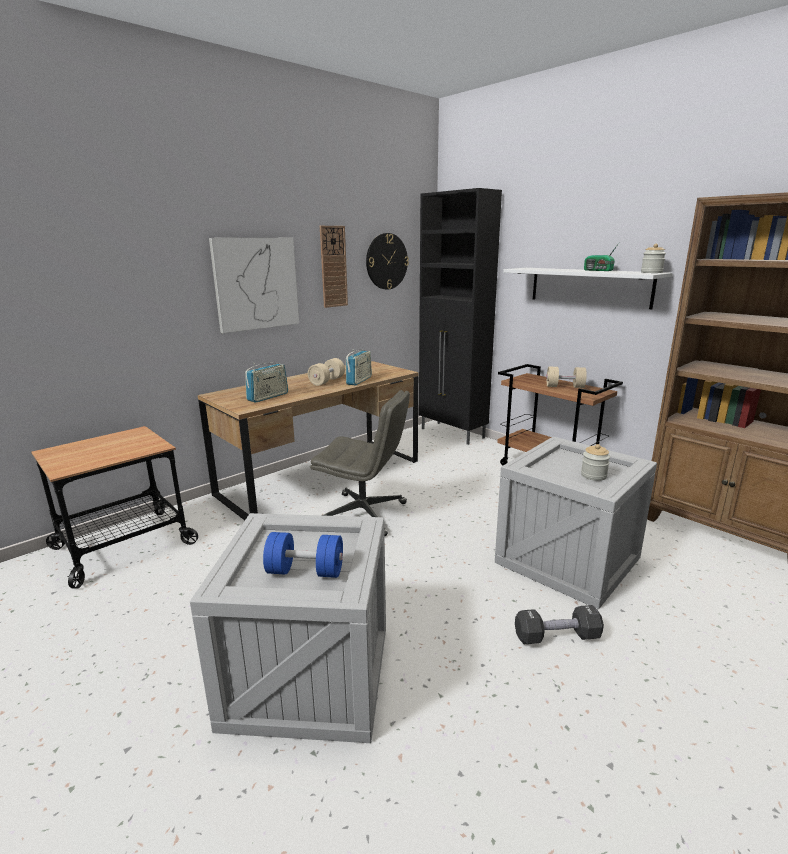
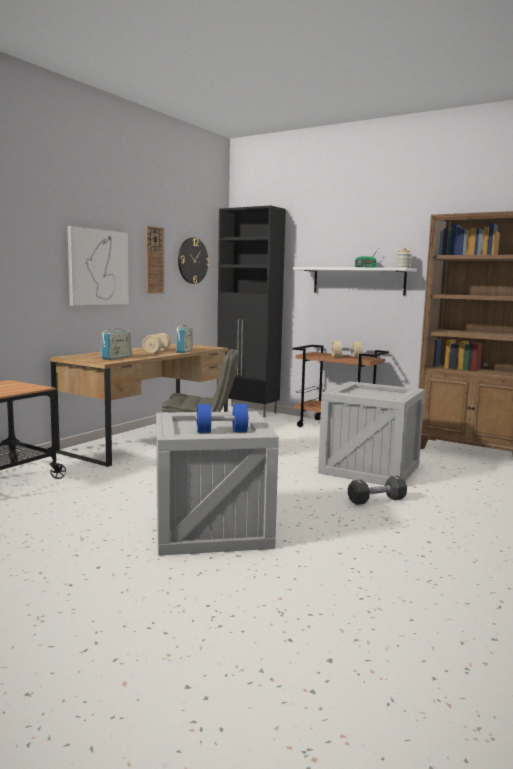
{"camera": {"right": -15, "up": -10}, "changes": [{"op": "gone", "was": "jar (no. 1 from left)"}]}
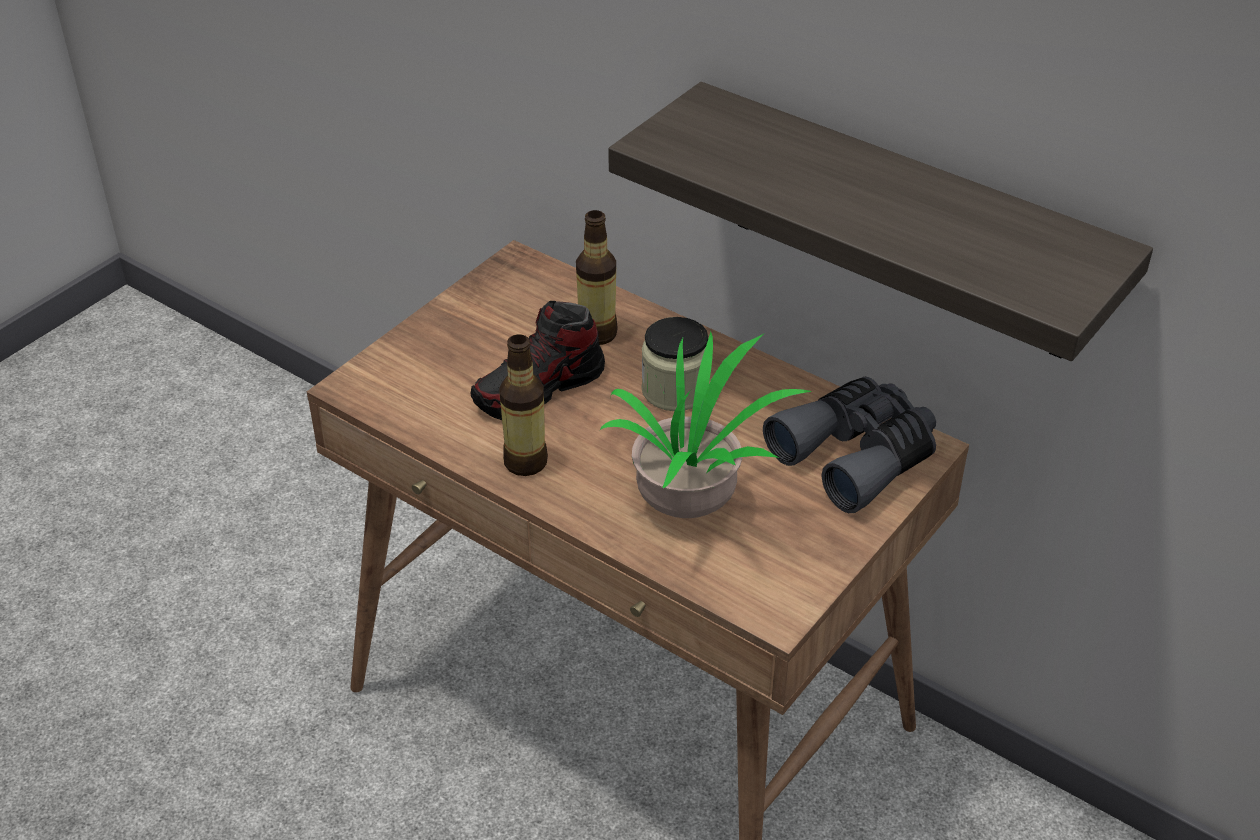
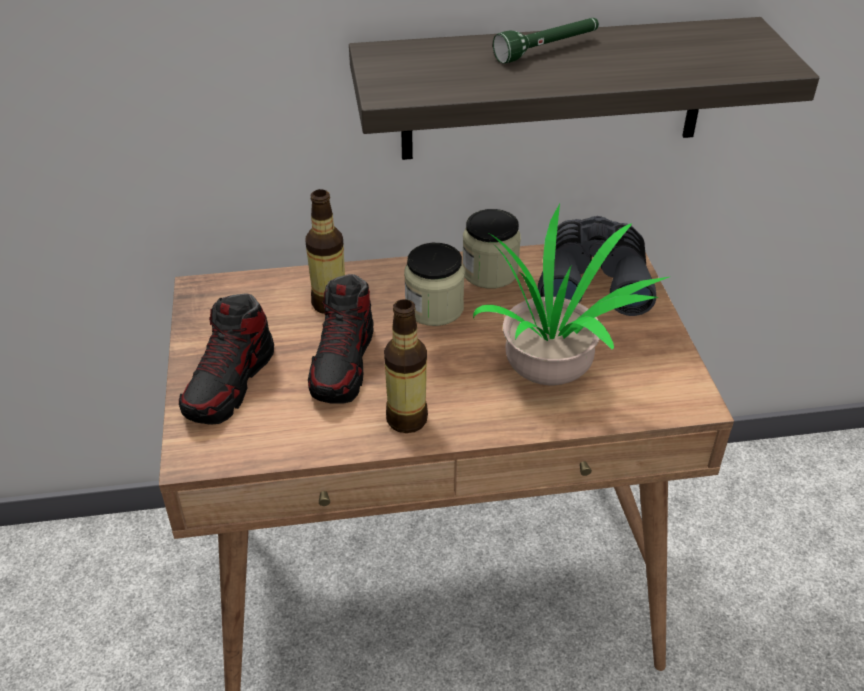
{"camera": {"right": -45, "up": 0}, "changes": [{"op": "new", "now": "shoe (no. 1 from left)"}, {"op": "new", "now": "jar (no. 2 from left)"}, {"op": "new", "now": "green flashlight"}]}
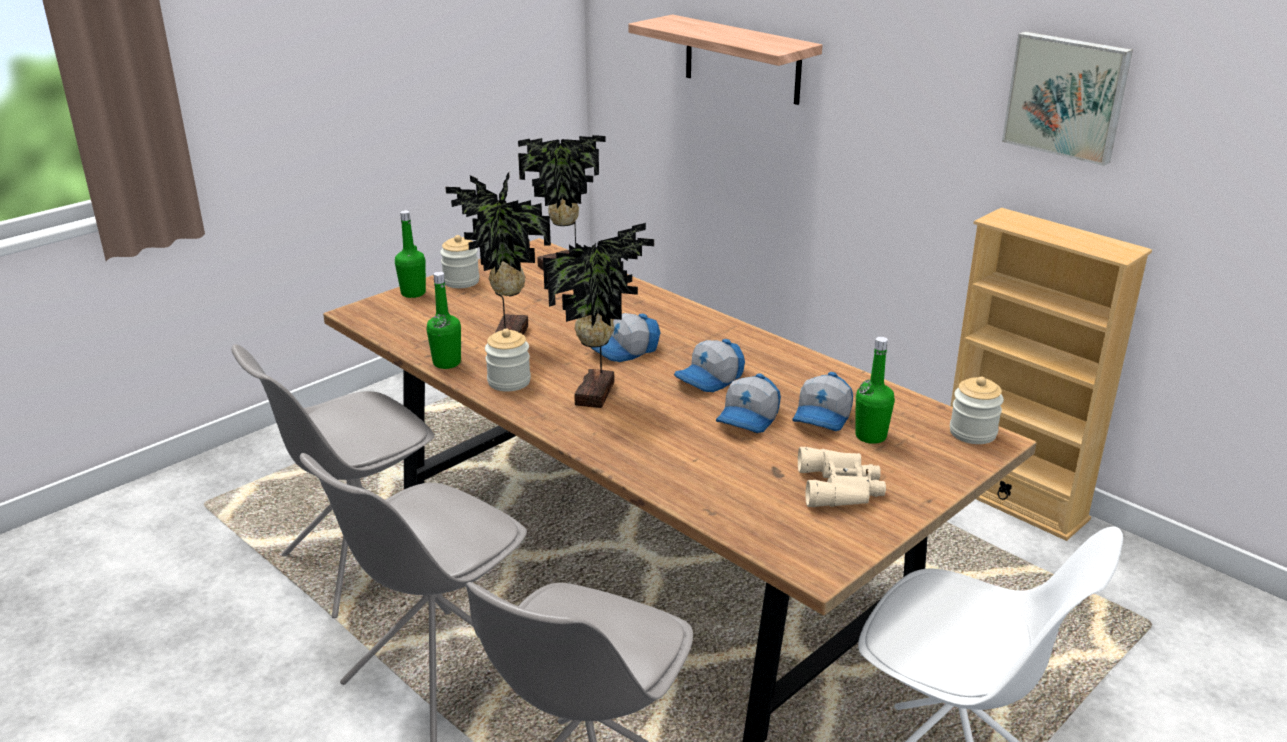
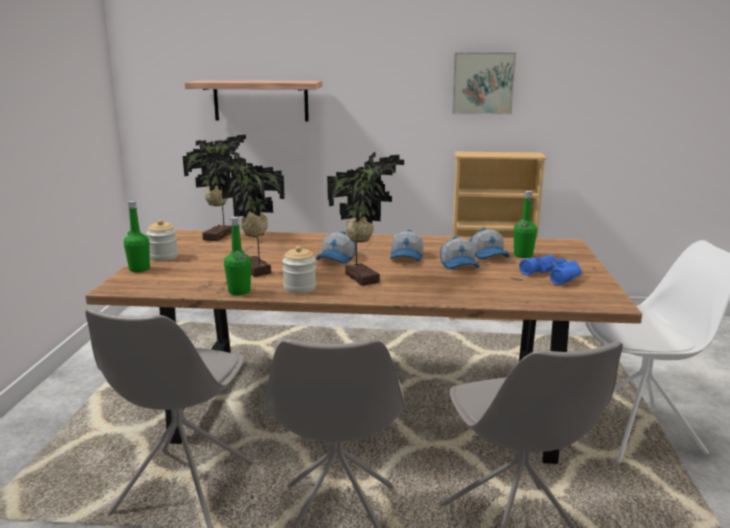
{"camera": {"right": -40, "up": -10}, "changes": [{"op": "gone", "was": "jar (no. 3 from left)"}, {"op": "repainted", "was": "beige binoculars", "now": "blue binoculars"}]}
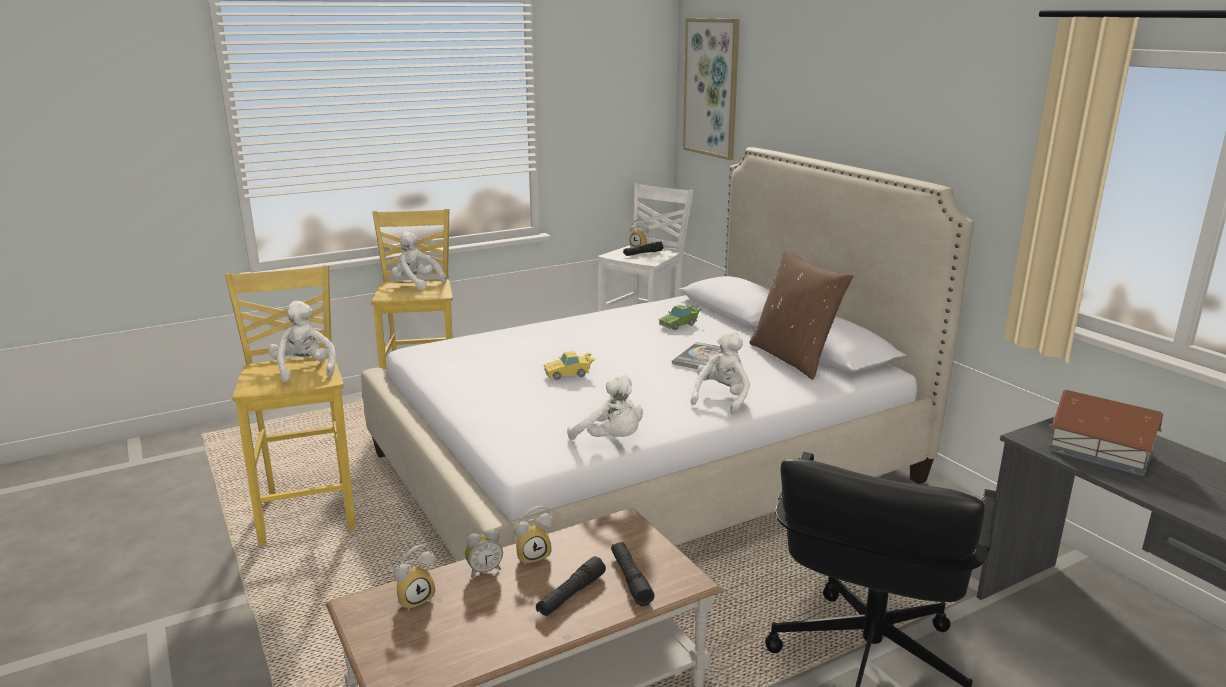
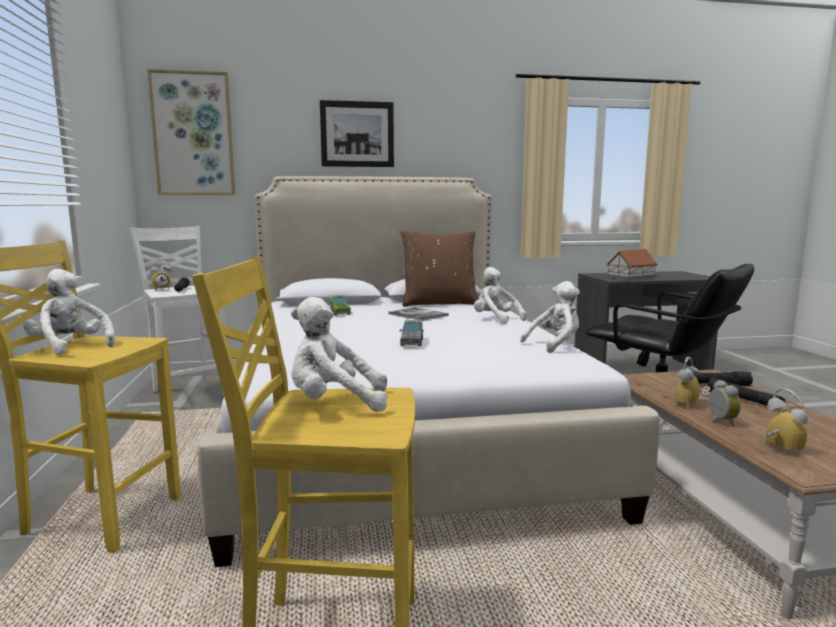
{"camera": {"right": -70, "up": -10}, "changes": [{"op": "new", "now": "picture (no. 2 from left)"}, {"op": "repainted", "was": "yellow toy car", "now": "grey toy car"}, {"op": "rotated", "was": "white plush toy (no. 2 from left in the first image)", "clockwise": 75}, {"op": "rotated", "was": "alarm clock (no. 3 from left in the first image)", "clockwise": -135}]}
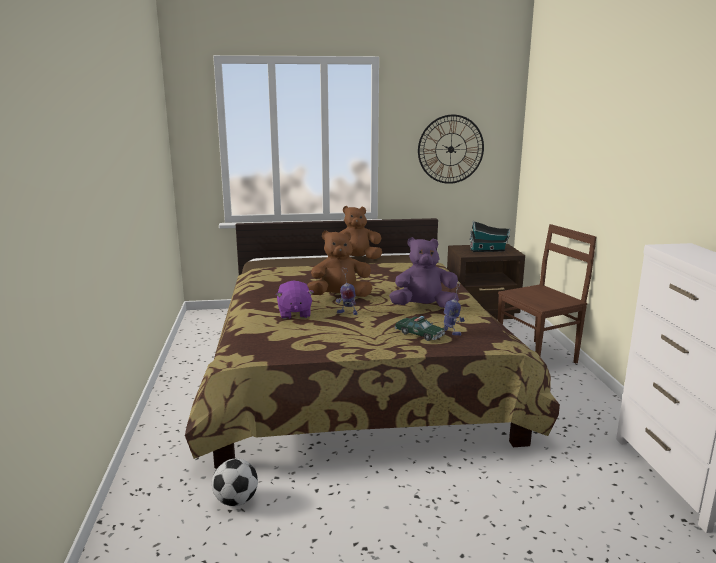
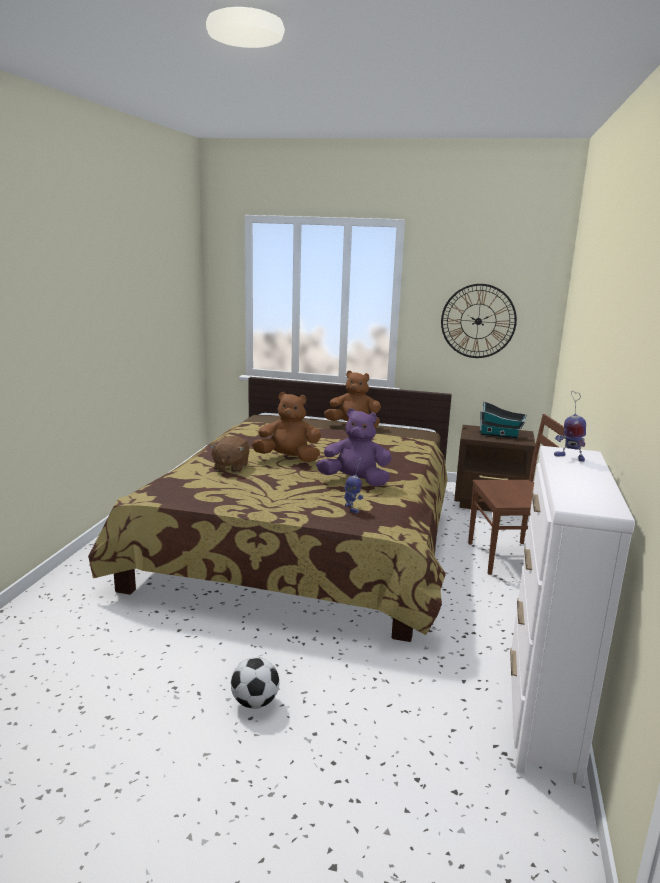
{"camera": {"right": 20, "up": 0}, "changes": [{"op": "gone", "was": "toy car"}, {"op": "shifted", "was": "football"}, {"op": "shifted", "was": "toy robot (no. 1 from left in the first image)", "now": "toy robot (no. 2 from left)"}, {"op": "repainted", "was": "purple plush toy (no. 1 from left)", "now": "brown plush toy (no. 1 from left)"}]}
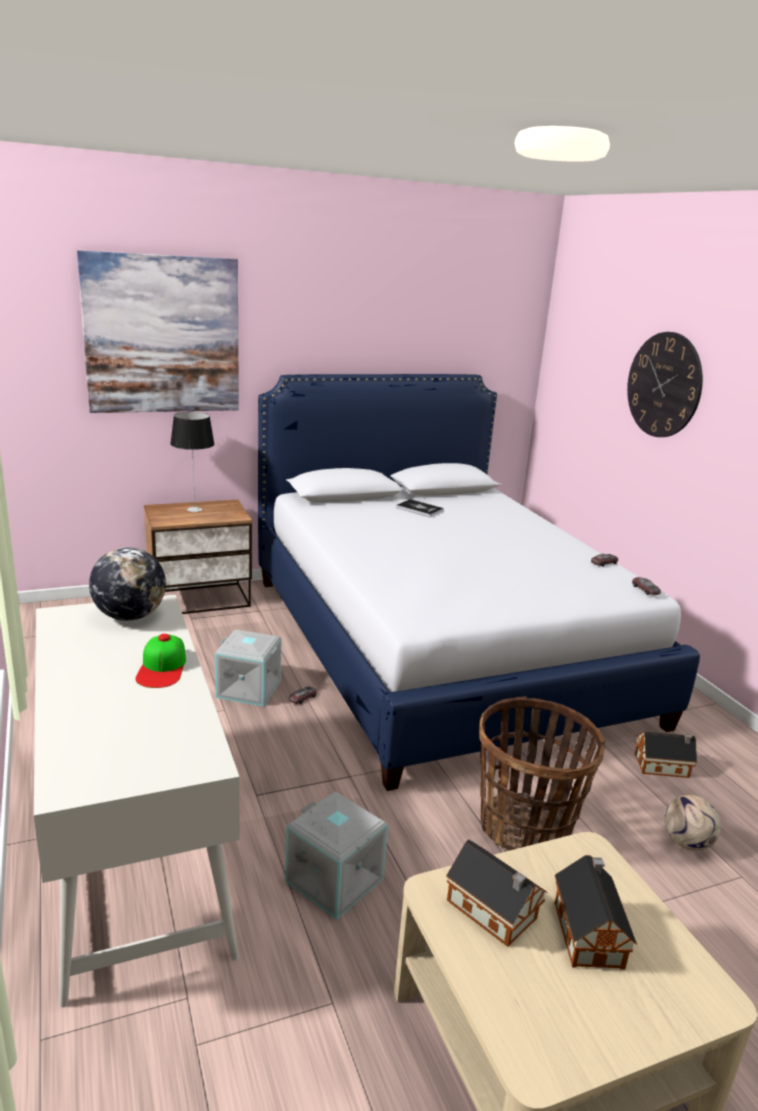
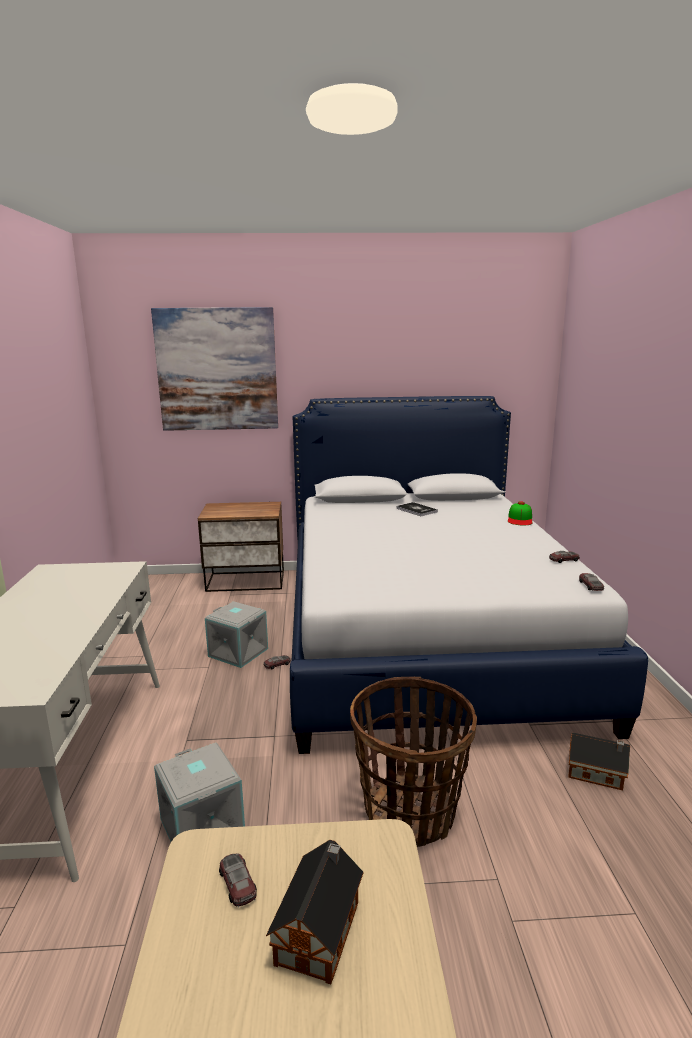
{"camera": {"right": 20, "up": -5}, "changes": [{"op": "gone", "was": "globe"}, {"op": "gone", "was": "table lamp"}, {"op": "gone", "was": "wall clock"}, {"op": "gone", "was": "football"}, {"op": "shifted", "was": "cap"}, {"op": "swapped", "was": "toy house (no. 1 from left)", "now": "toy car (no. 1 from left)"}]}
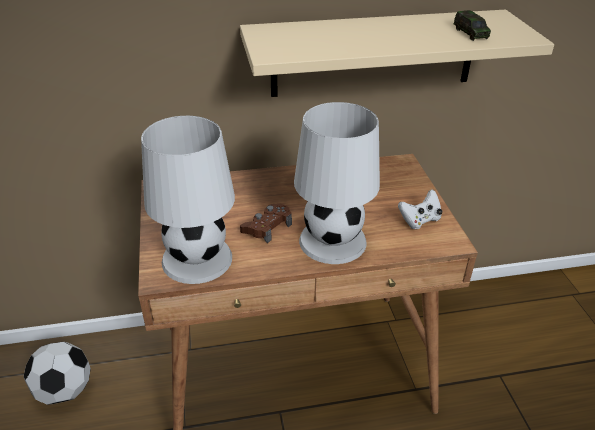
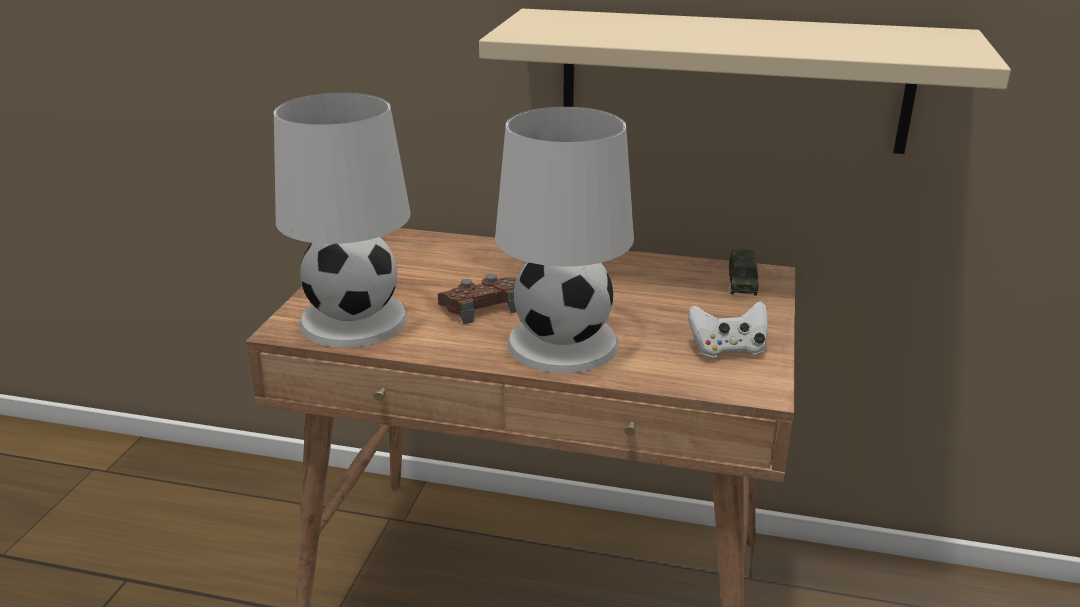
{"camera": {"right": 25, "up": -10}, "changes": [{"op": "gone", "was": "football"}, {"op": "shifted", "was": "toy car"}]}
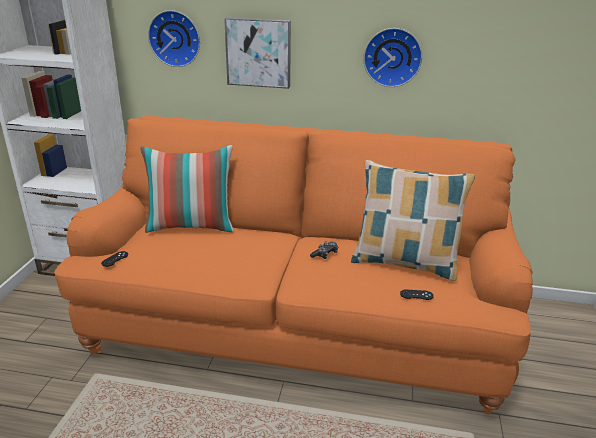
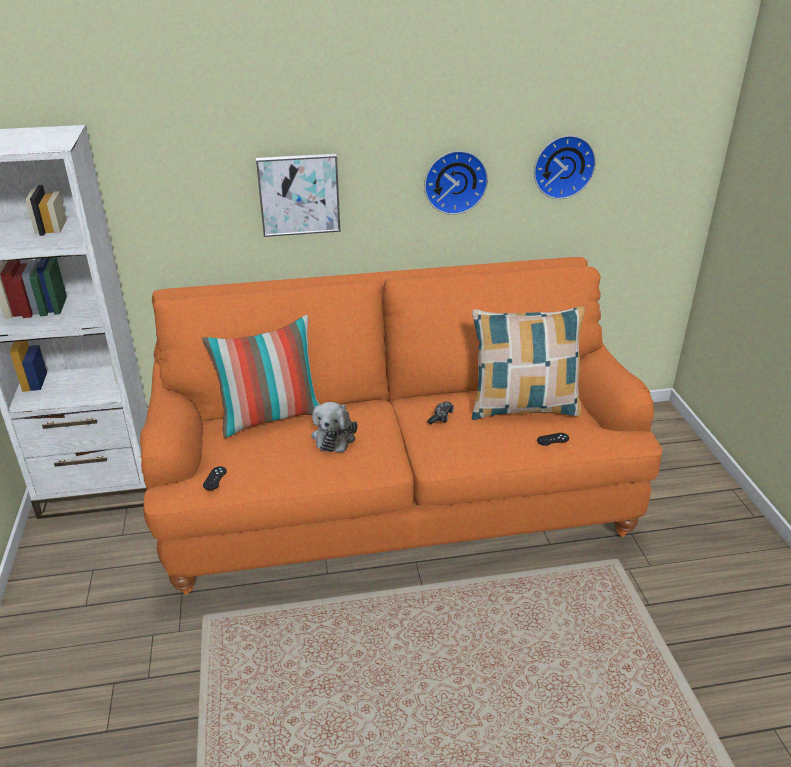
{"camera": {"right": -20, "up": 5}, "changes": [{"op": "new", "now": "plush toy"}, {"op": "shifted", "was": "wall clock (no. 1 from left in the first image)", "now": "wall clock (no. 2 from left)"}]}
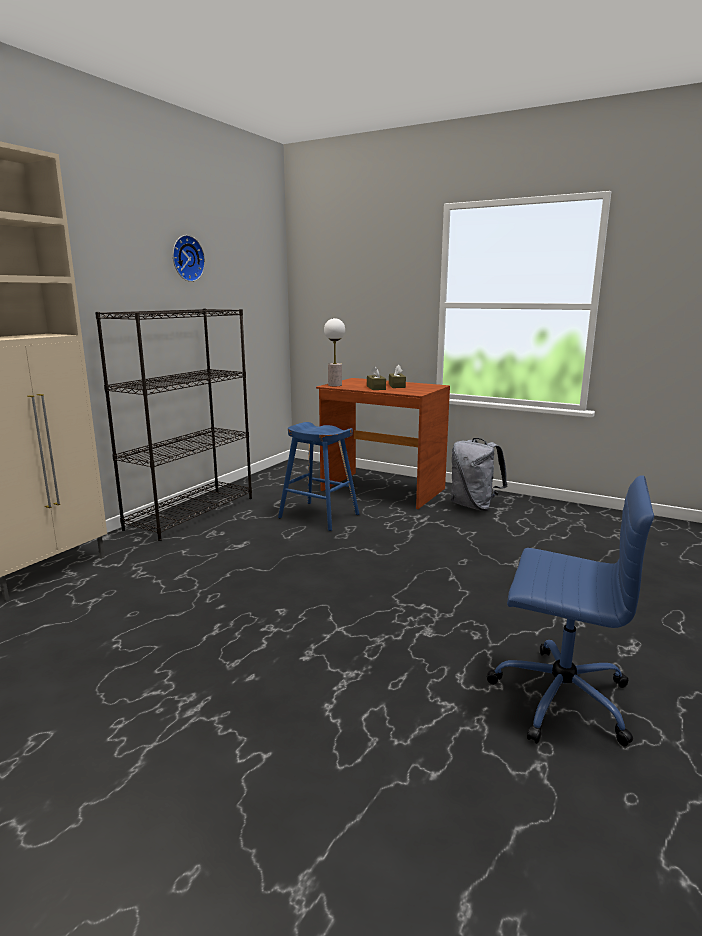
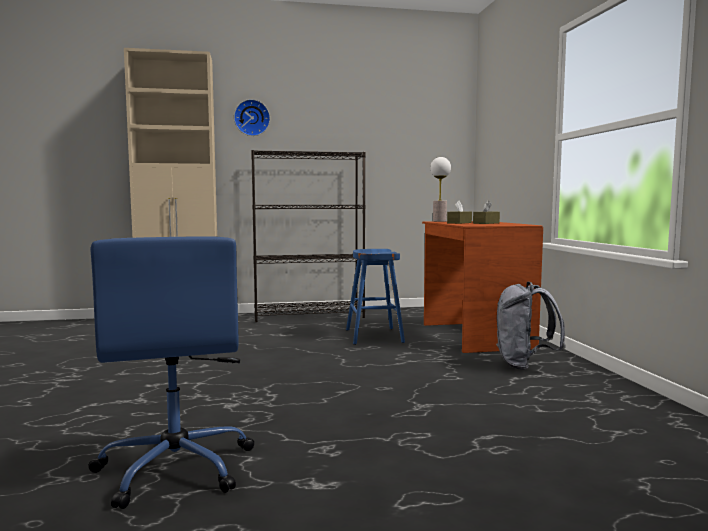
{"camera": {"right": 50, "up": -10}, "changes": [{"op": "shifted", "was": "wall clock"}]}
